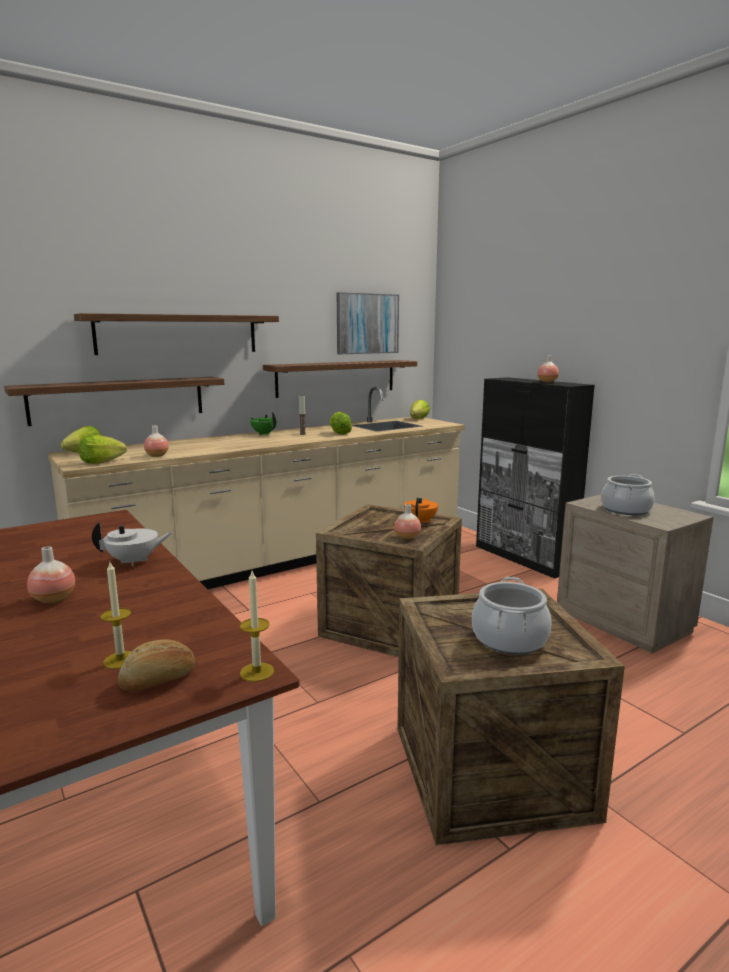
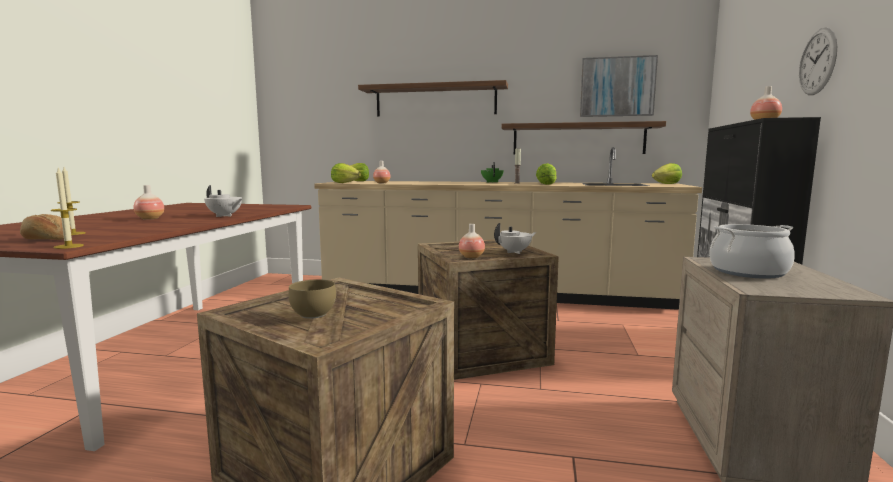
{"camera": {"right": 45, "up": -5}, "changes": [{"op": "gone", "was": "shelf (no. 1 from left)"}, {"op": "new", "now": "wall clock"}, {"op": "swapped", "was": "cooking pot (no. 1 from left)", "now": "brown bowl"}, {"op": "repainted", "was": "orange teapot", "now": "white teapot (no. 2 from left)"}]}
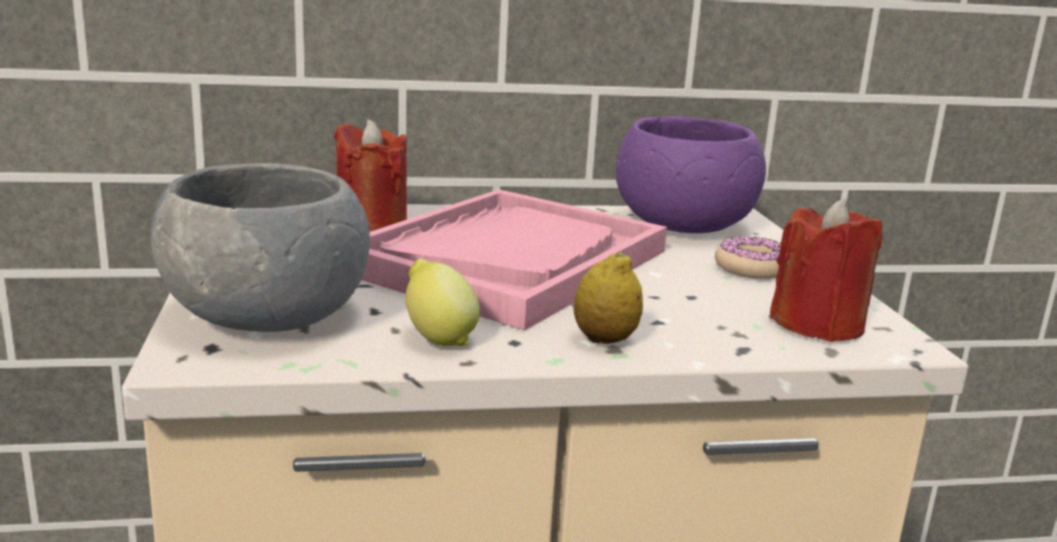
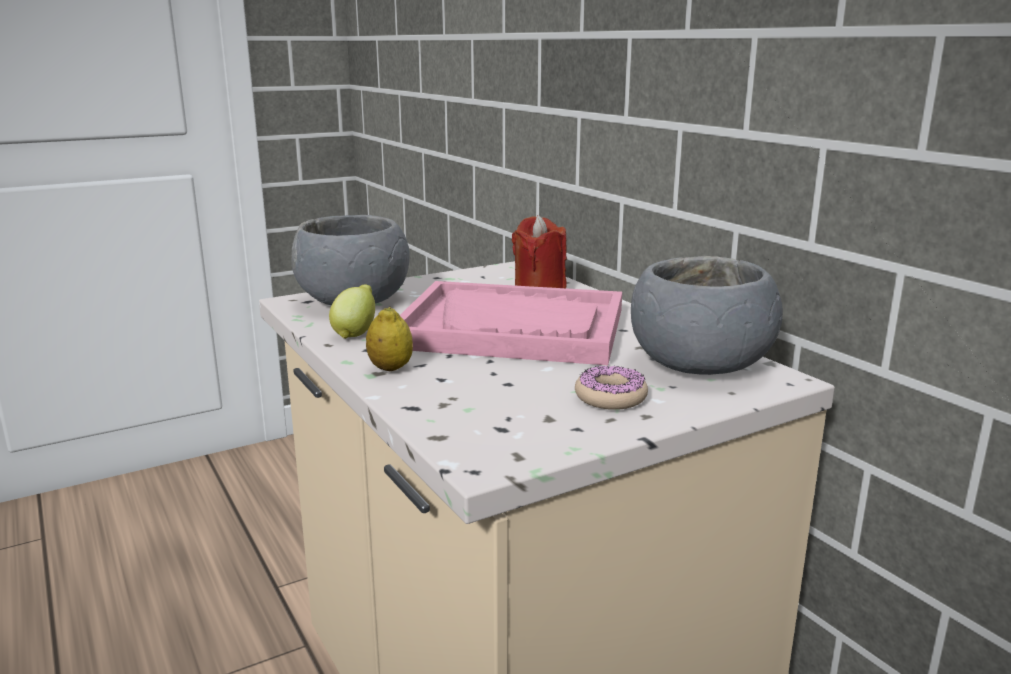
{"camera": {"right": 70, "up": 0}, "changes": [{"op": "gone", "was": "red candle (no. 2 from left)"}, {"op": "repainted", "was": "purple bowl", "now": "grey bowl (no. 2 from left)"}]}
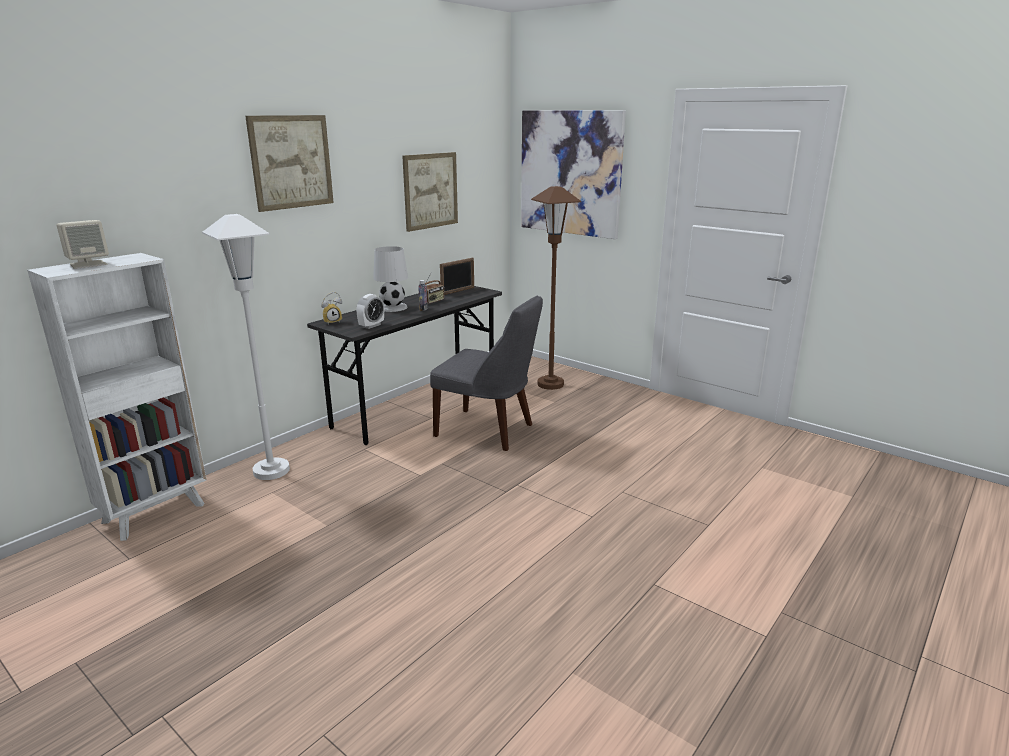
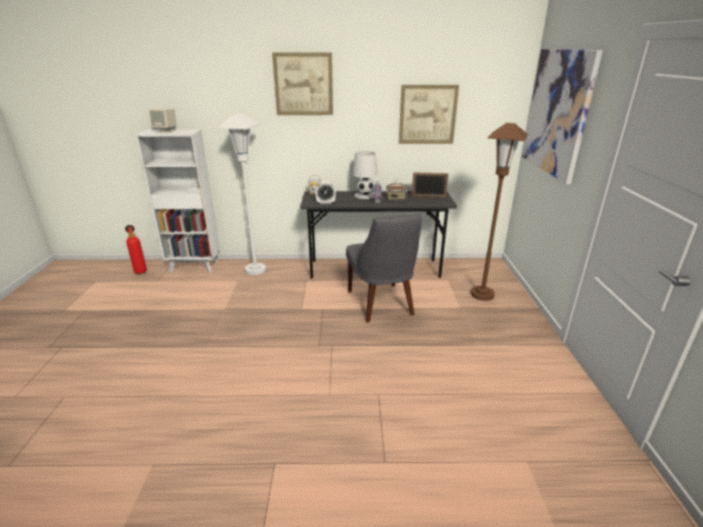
{"camera": {"right": 50, "up": 5}, "changes": [{"op": "new", "now": "fire extinguisher"}]}
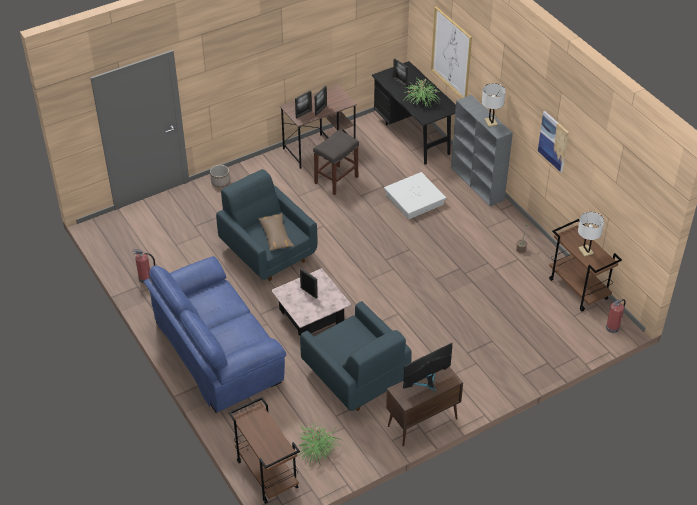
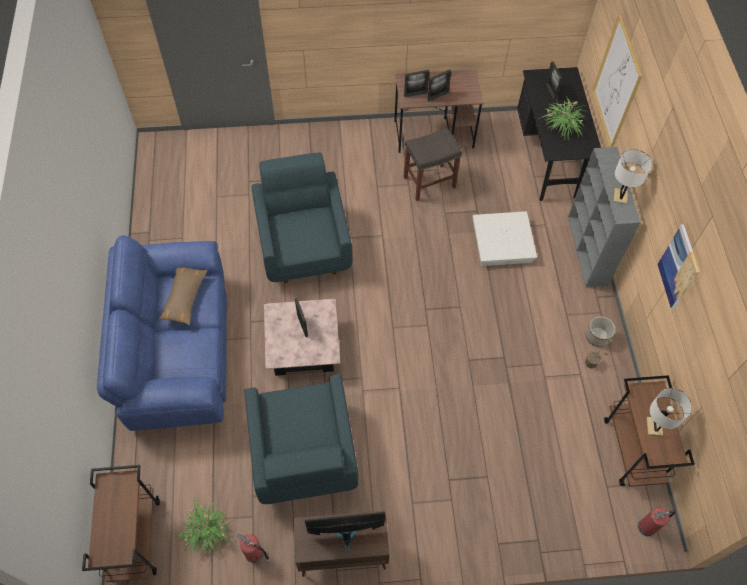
{"camera": {"right": 25, "up": 15}, "changes": [{"op": "shifted", "was": "fire extinguisher (no. 1 from left)"}, {"op": "shifted", "was": "planter"}, {"op": "shifted", "was": "brown pillow"}]}
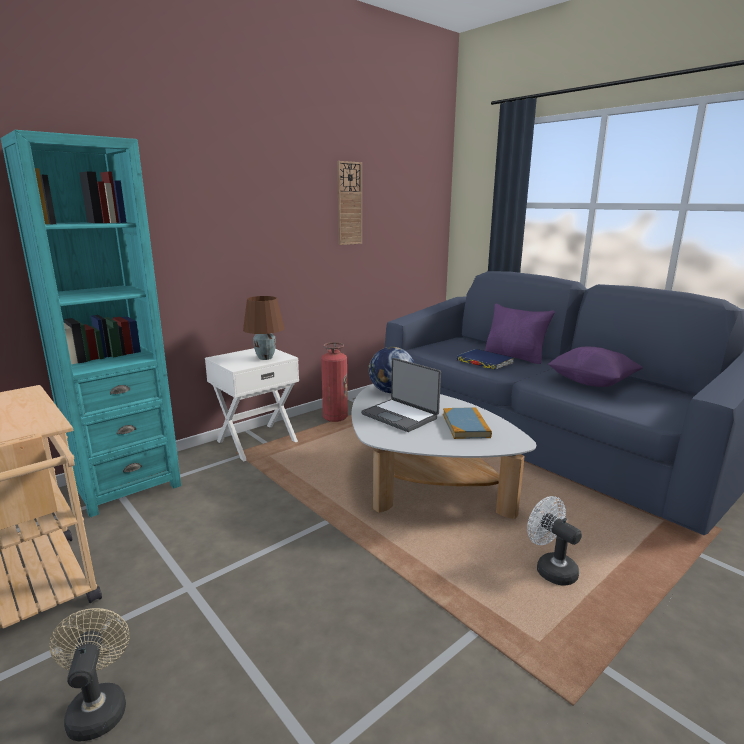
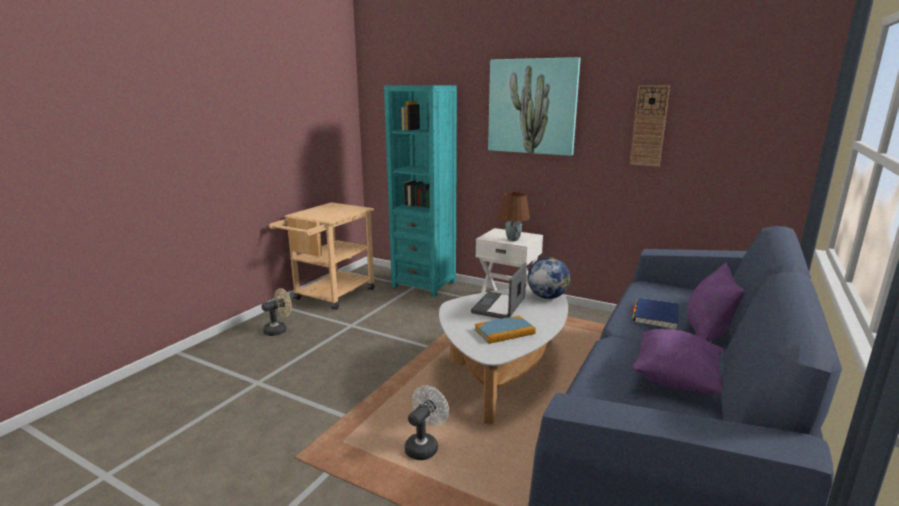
{"camera": {"right": 70, "up": 0}, "changes": [{"op": "gone", "was": "fire extinguisher"}, {"op": "new", "now": "picture"}]}
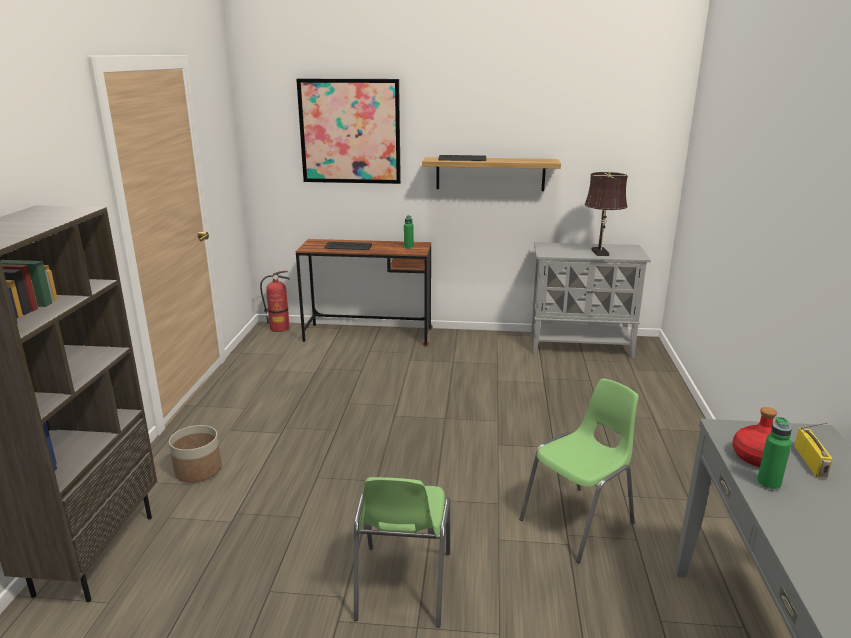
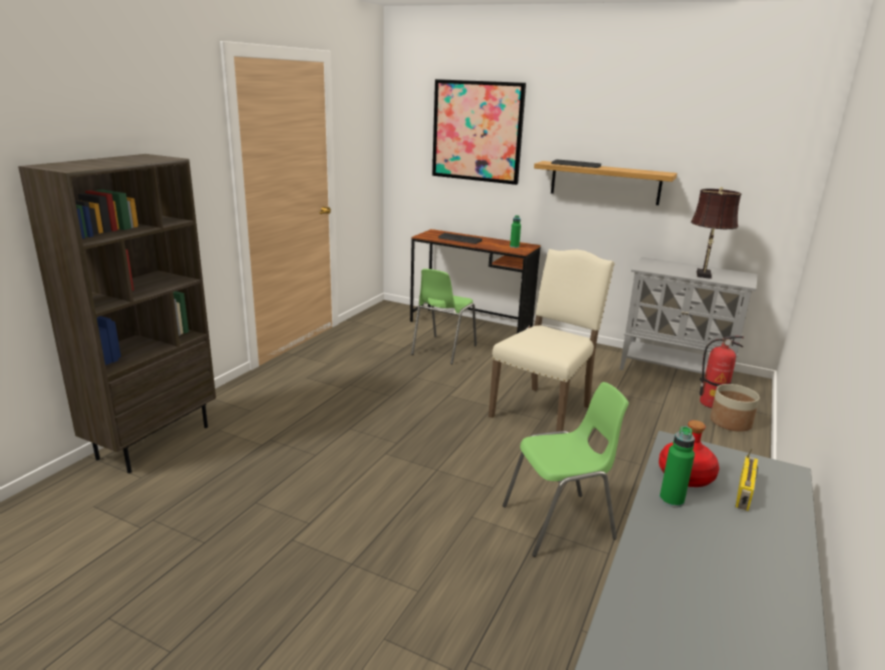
{"camera": {"right": 20, "up": 0}, "changes": [{"op": "new", "now": "beige chair"}, {"op": "shifted", "was": "planter"}, {"op": "shifted", "was": "fire extinguisher"}, {"op": "shifted", "was": "green chair (no. 1 from left)"}]}
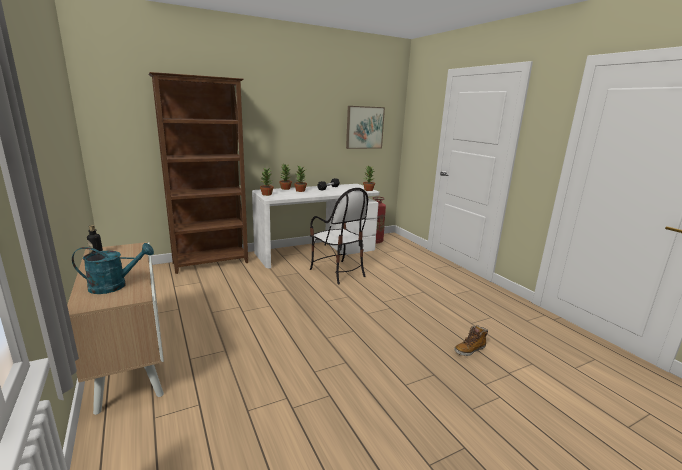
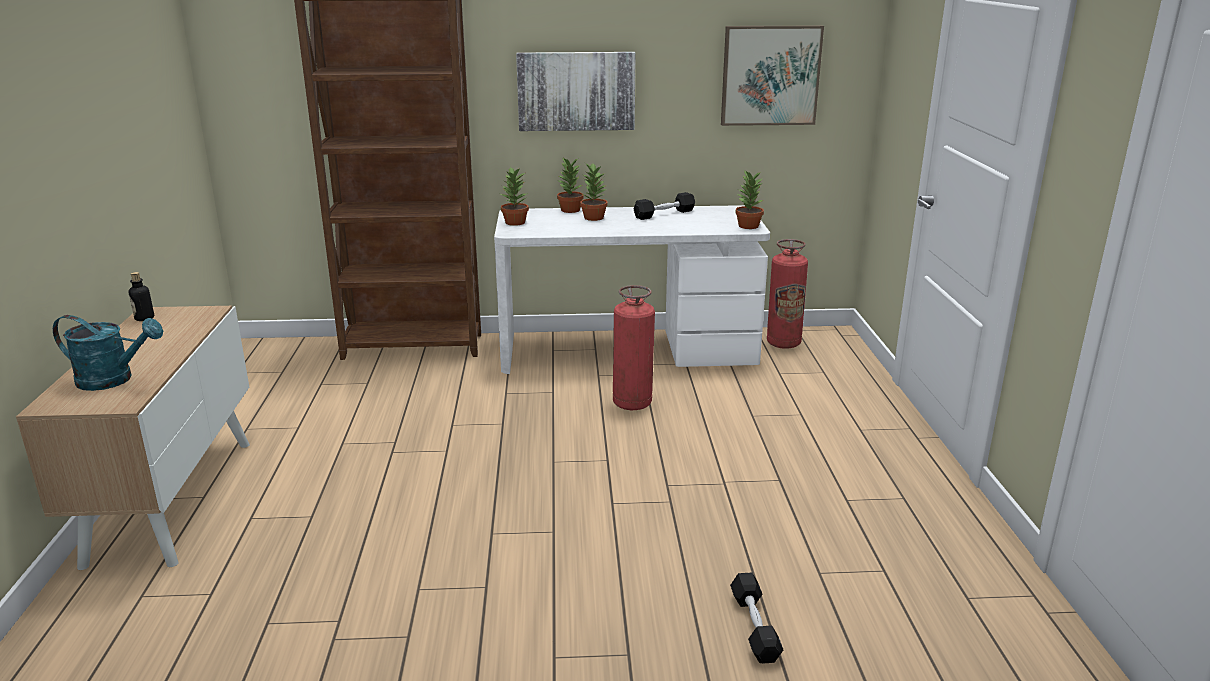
{"camera": {"right": 25, "up": 5}, "changes": [{"op": "new", "now": "picture (no. 1 from left)"}, {"op": "swapped", "was": "chair", "now": "fire extinguisher (no. 1 from left)"}, {"op": "swapped", "was": "boot", "now": "black dumbbell (no. 2 from left)"}]}
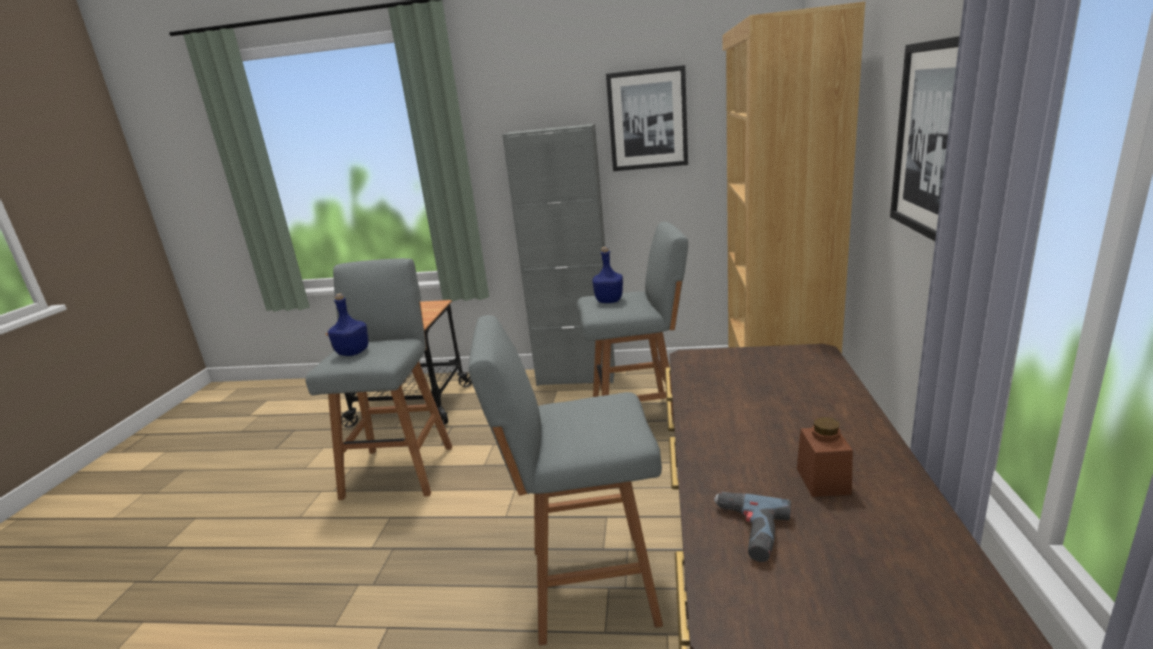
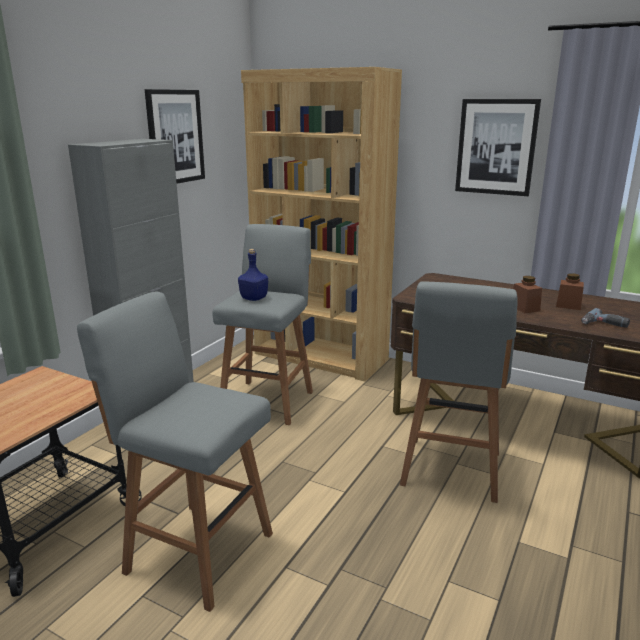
{"camera": {"right": -70, "up": 0}, "changes": [{"op": "gone", "was": "blue bottle (no. 1 from left)"}, {"op": "new", "now": "brown jar (no. 1 from left)"}]}
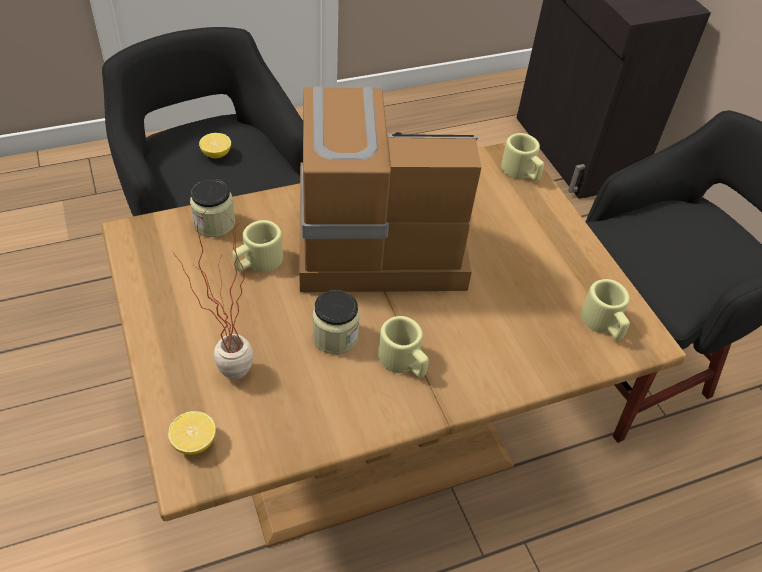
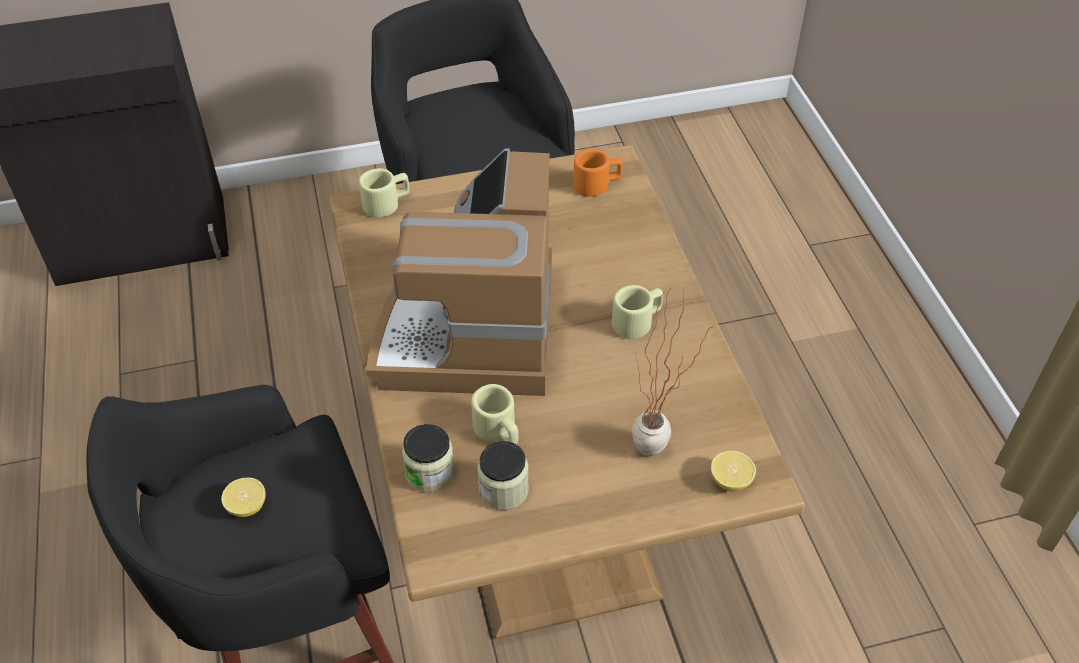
{"camera": {"right": -80, "up": 0}, "changes": [{"op": "shifted", "was": "jar (no. 2 from left)"}, {"op": "repainted", "was": "beige mug (no. 4 from left)", "now": "orange mug"}]}
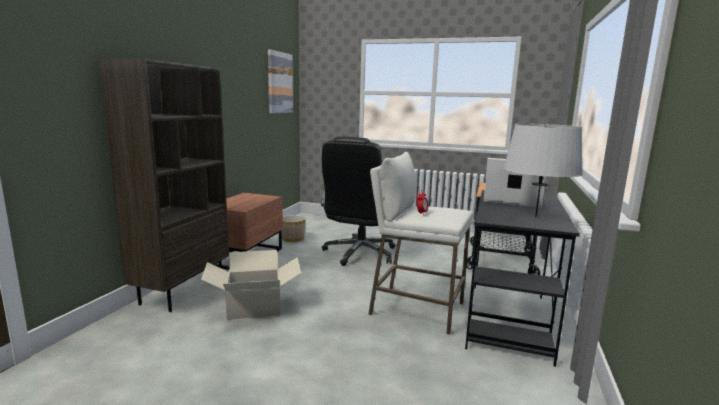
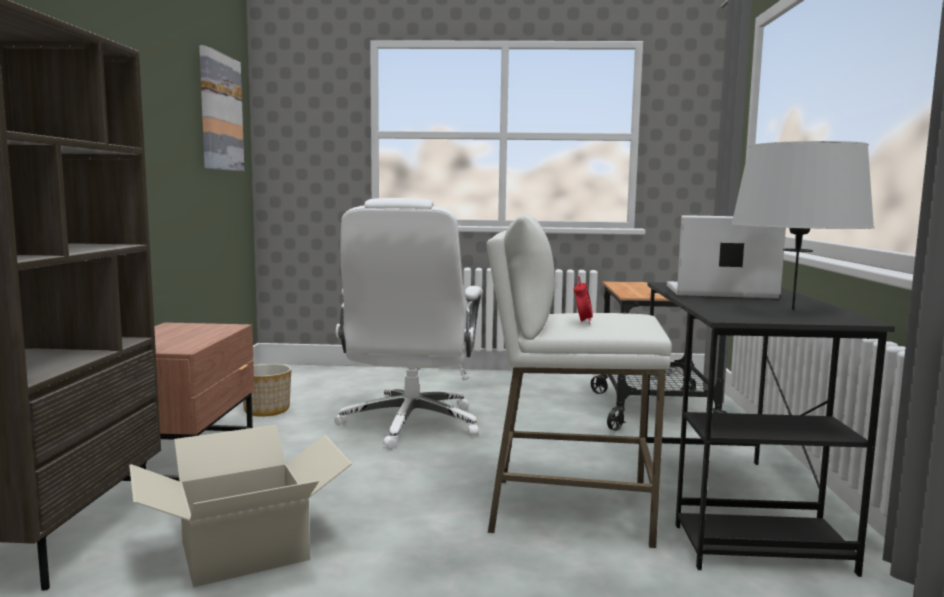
{"camera": {"right": -15, "up": -5}, "changes": [{"op": "repainted", "was": "black office chair", "now": "white office chair"}]}
